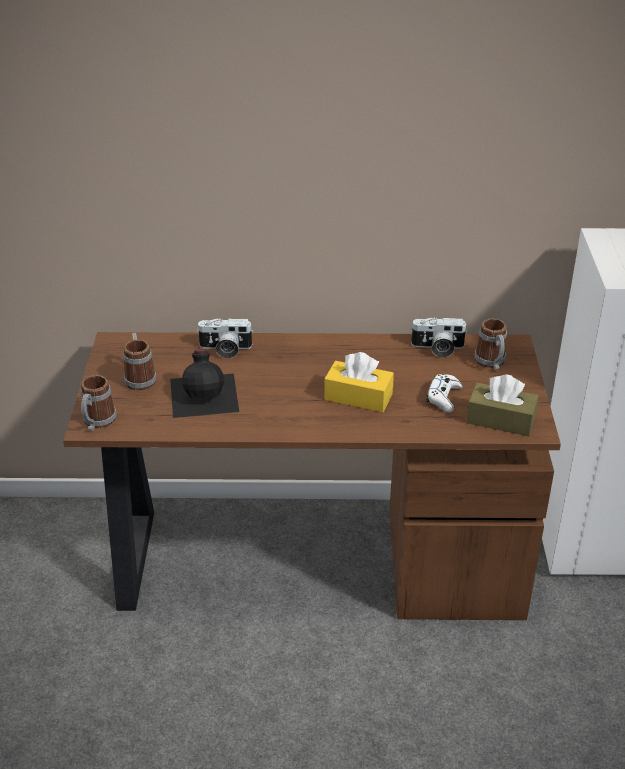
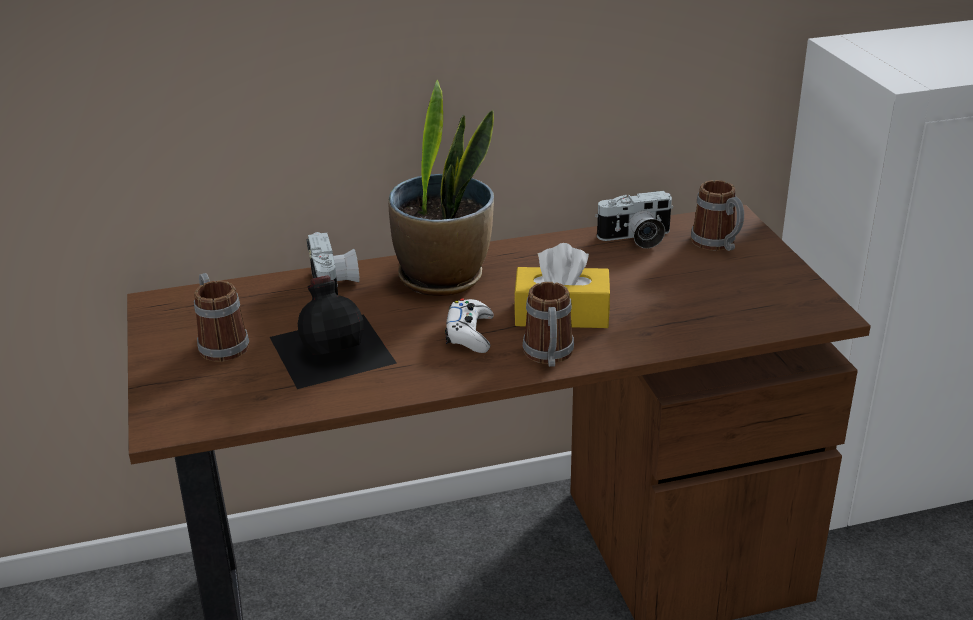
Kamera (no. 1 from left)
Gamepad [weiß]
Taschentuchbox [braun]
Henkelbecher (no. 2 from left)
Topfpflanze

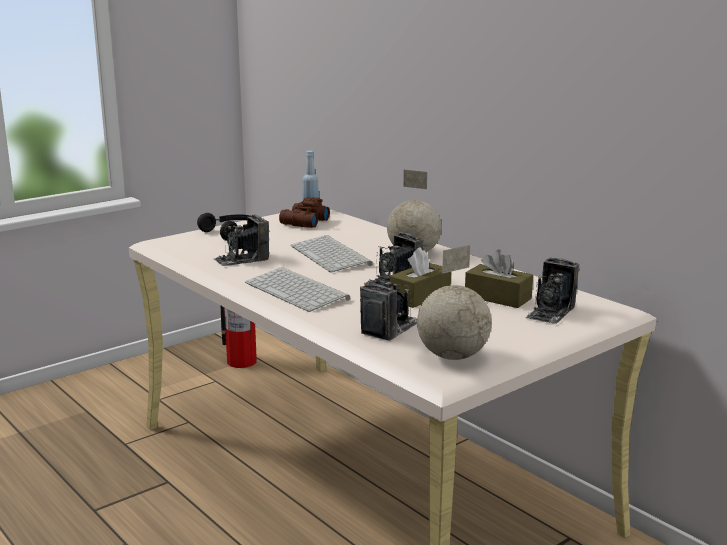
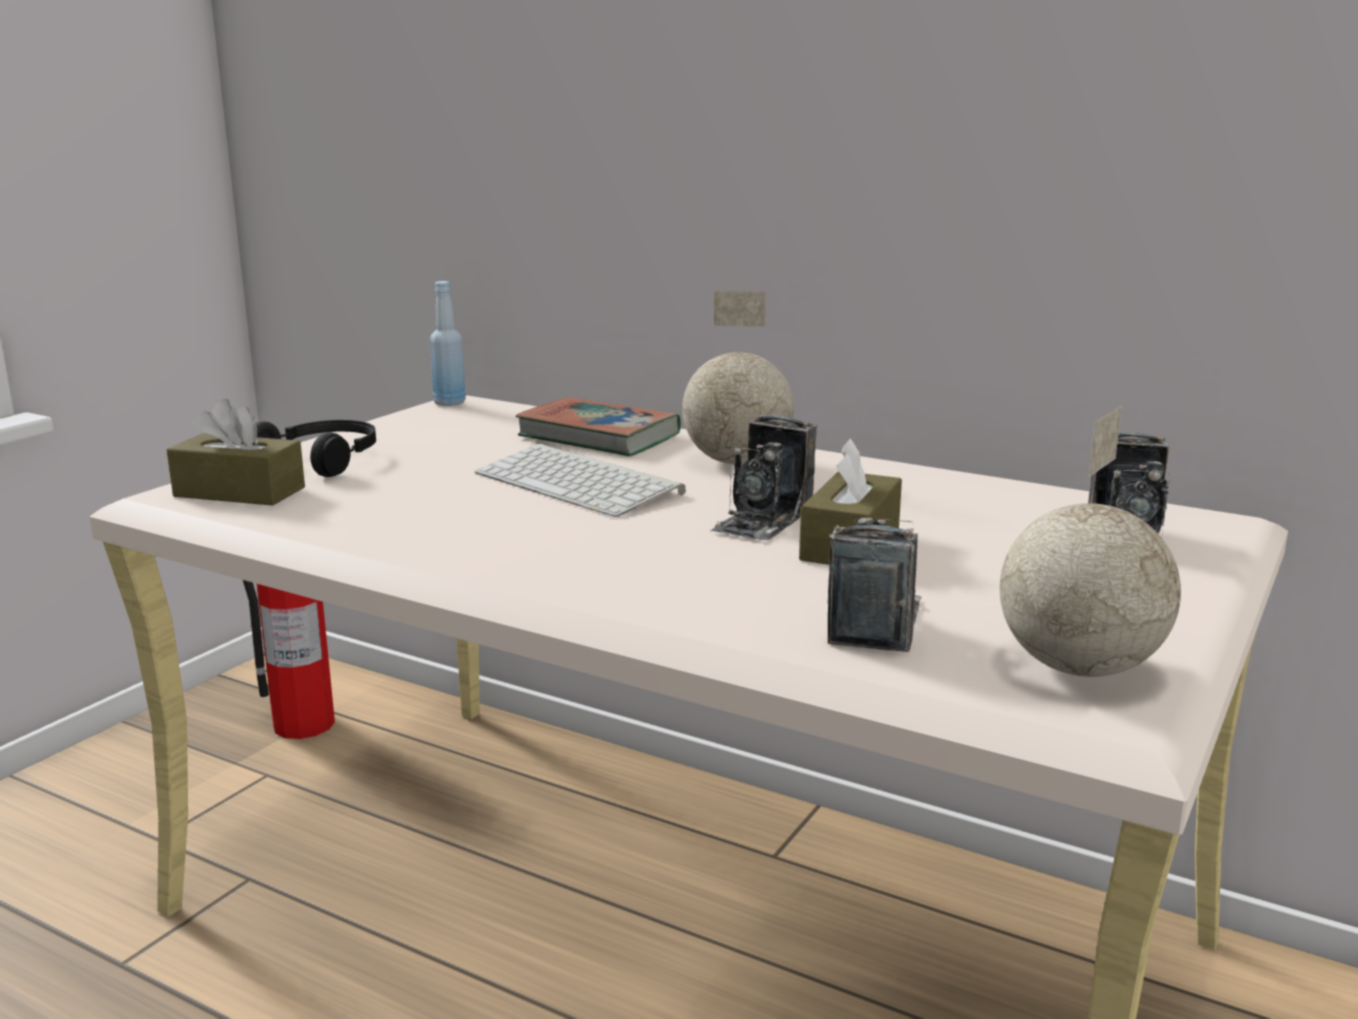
Fernglas [braun]
Kamera (no. 1 from left in the first image)
Taschentuchbox [braun] (no. 1 from left)
Tastatur (no. 1 from left in the first image)
Buch

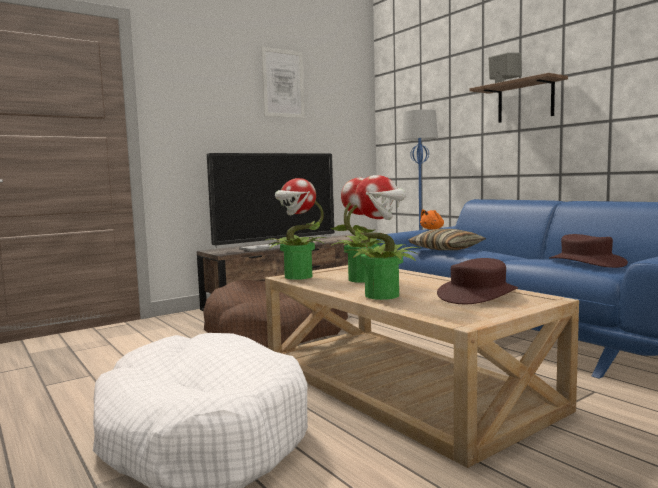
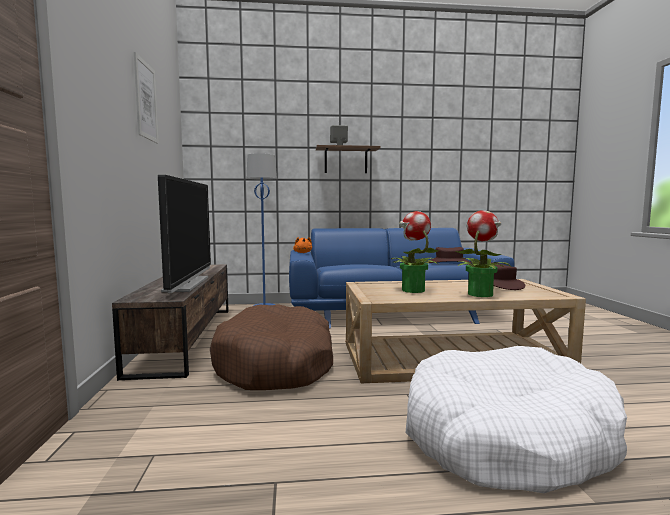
Topfpflanze (no. 1 from left in the first image)
Kissen

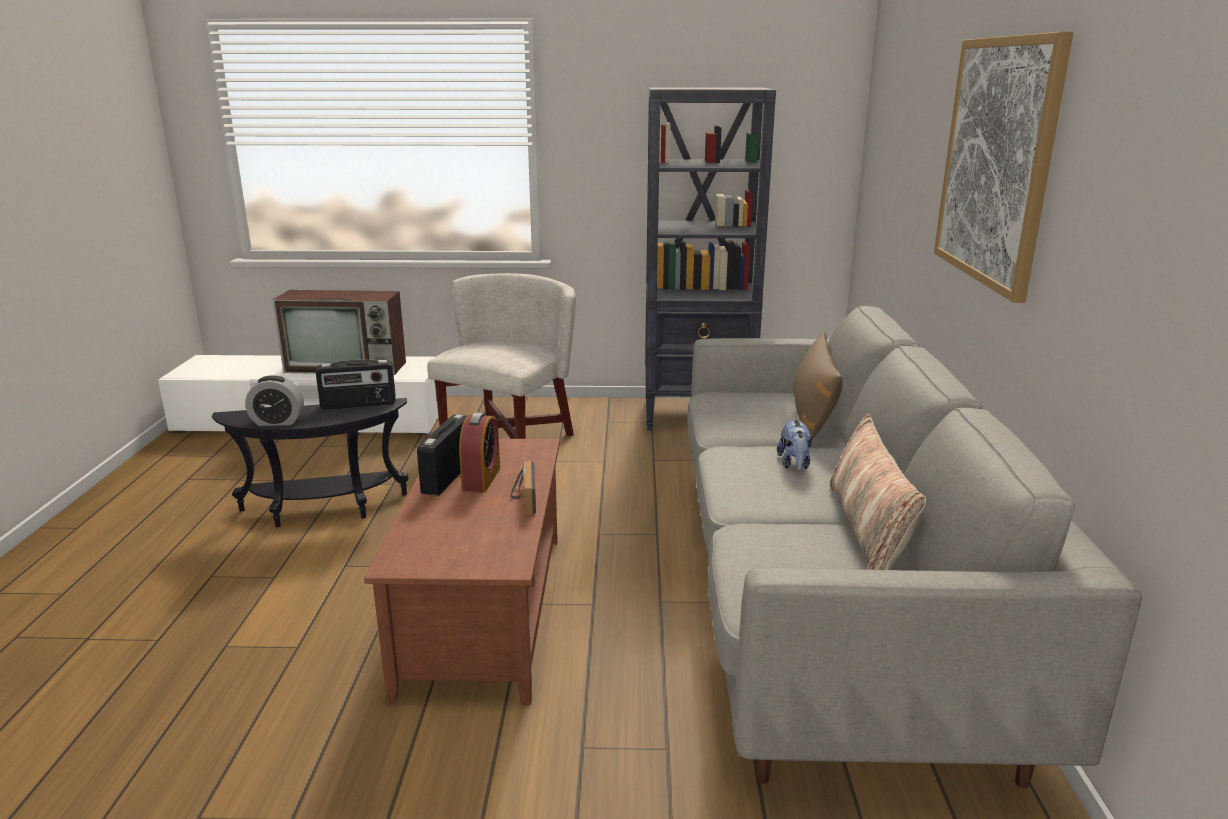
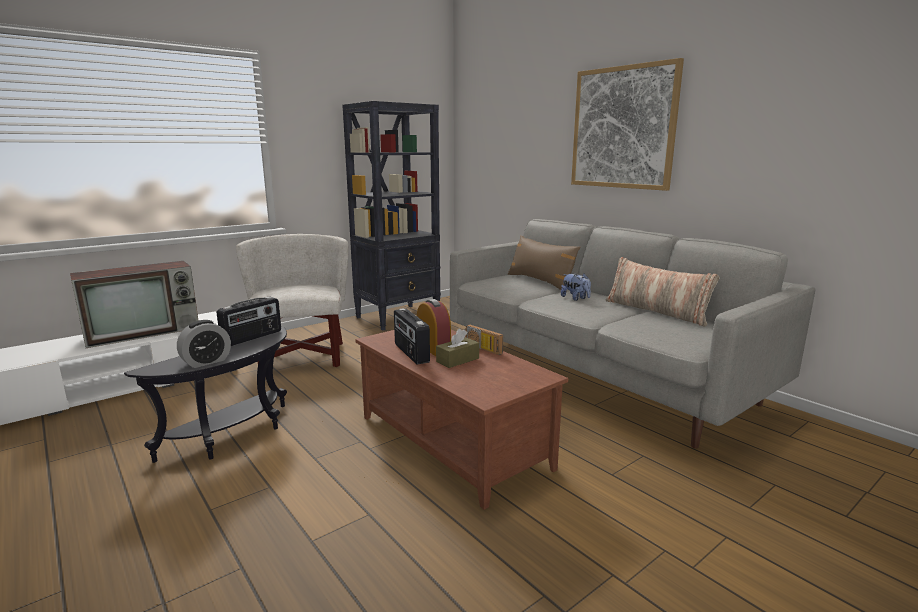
Taschentuchbox [braun]

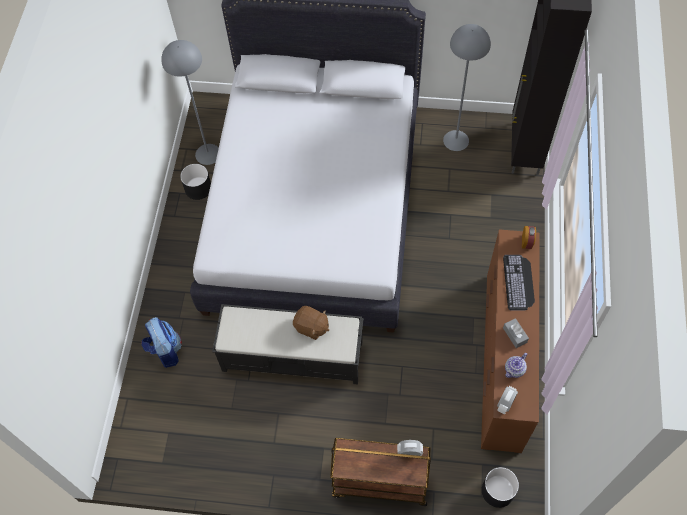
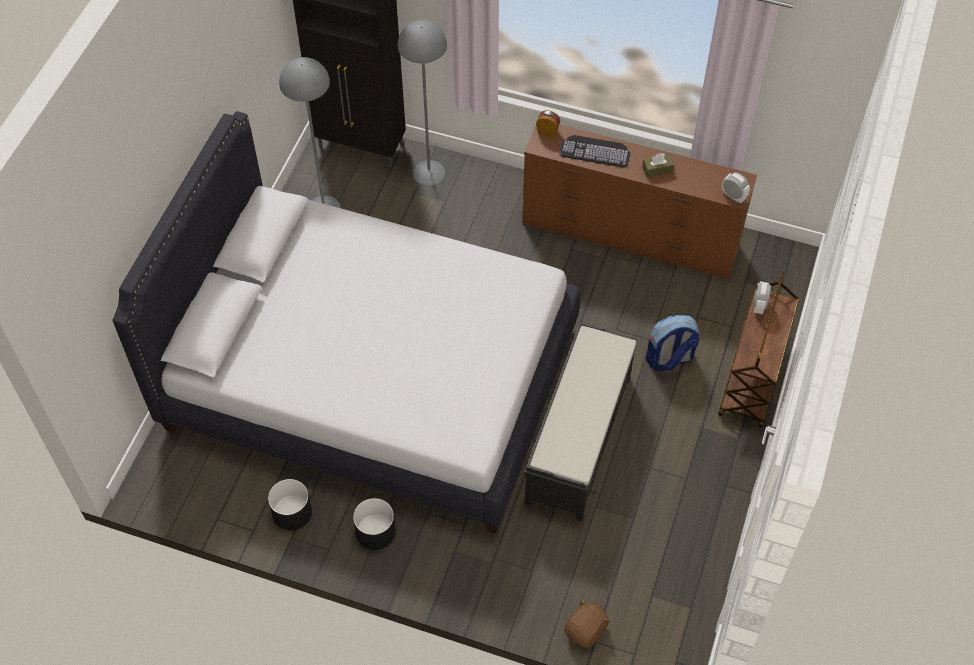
Stehlampe [grau] (no. 2 from left)
Plüschtier [braun]
Rucksack
Taschentuchbox [braun]
Teekanne
Pflanzkübel [schwarz] (no. 2 from left)

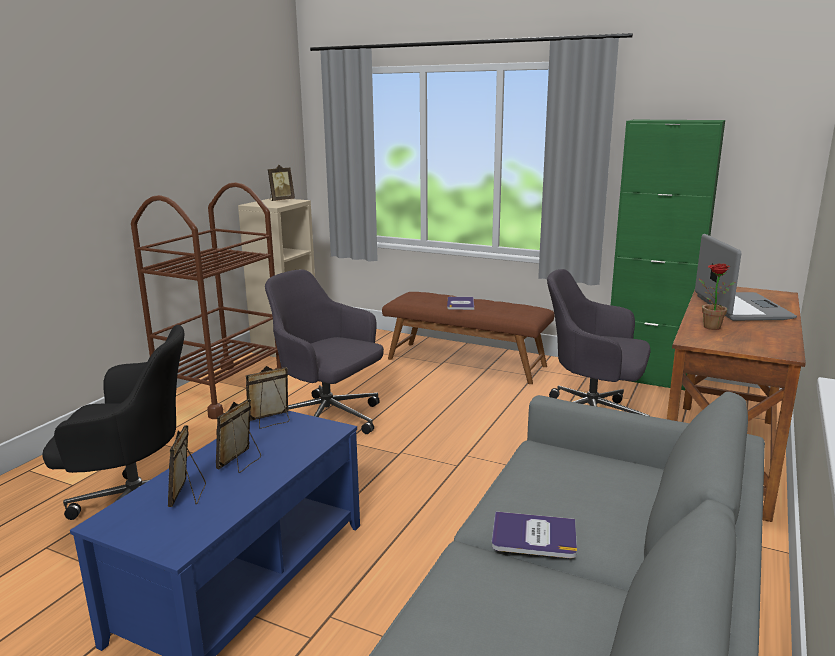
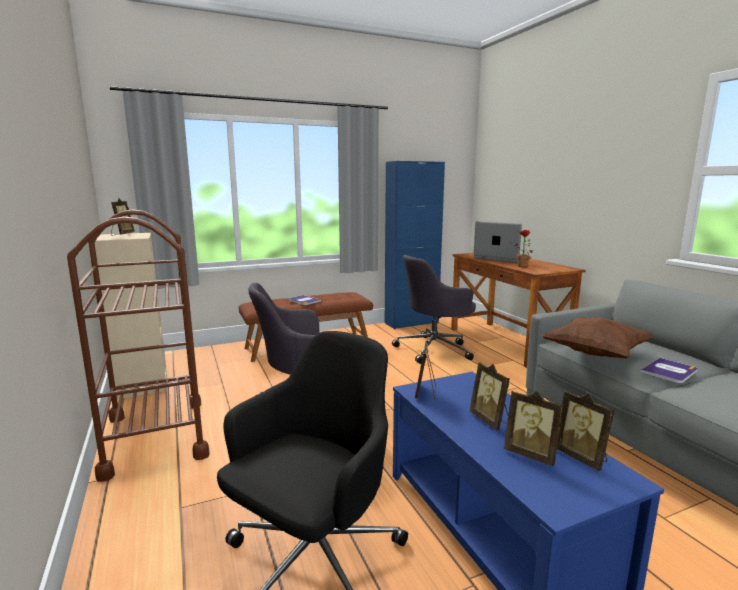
Schrank [blau]
Kissen [braun]
Bilderrahmen (no. 5 from left)

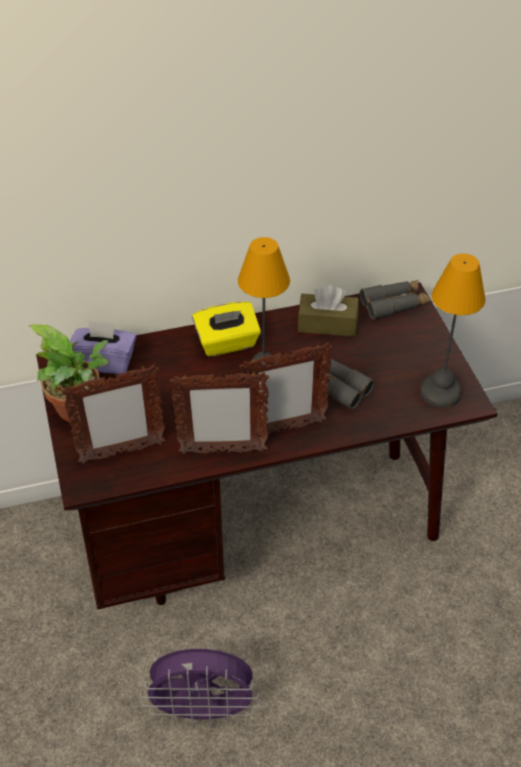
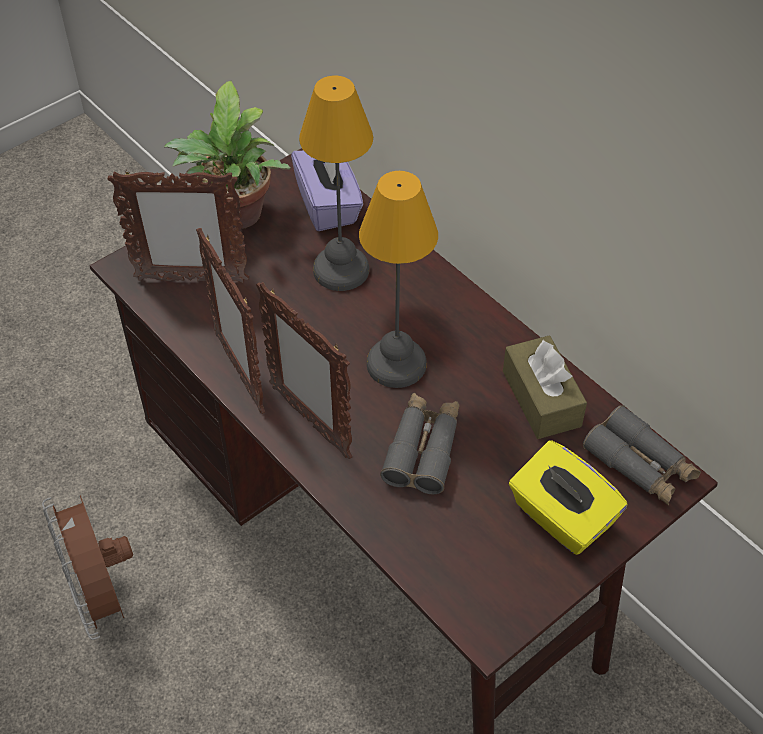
Tischlampe (no. 1 from left)
Taschentuchbox [gelb]
Bilderrahmen (no. 1 from left)
Ventilator [braun]

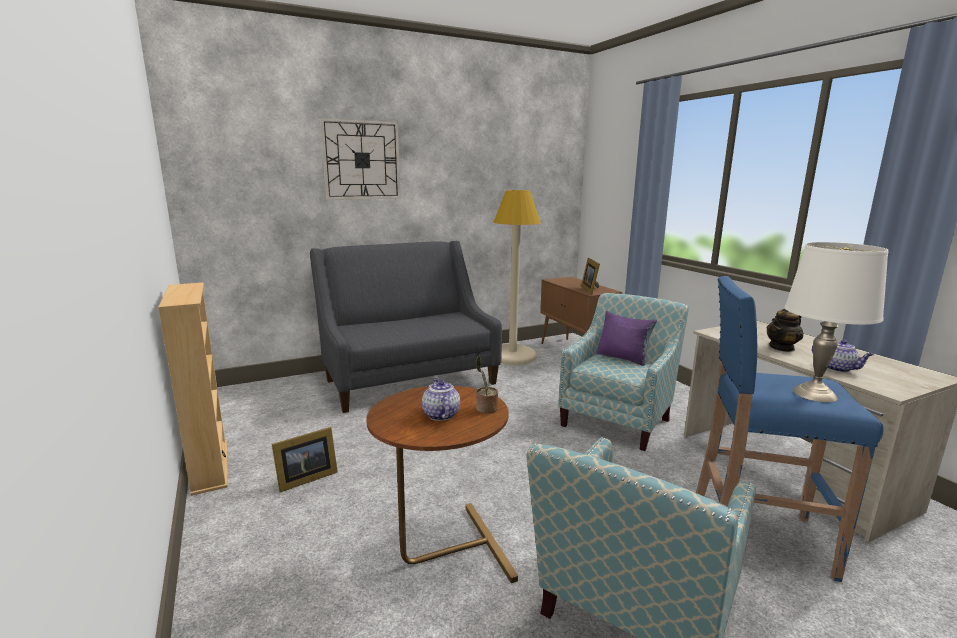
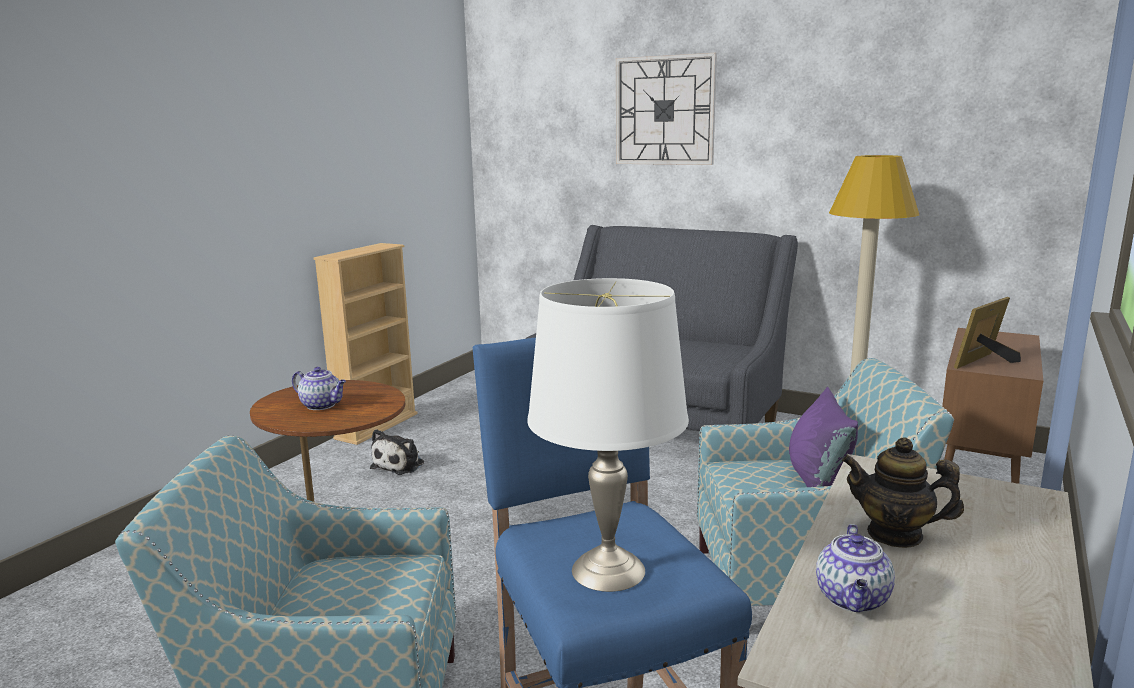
Topfpflanze
Teekanne (no. 1 from left)
Plüschtier

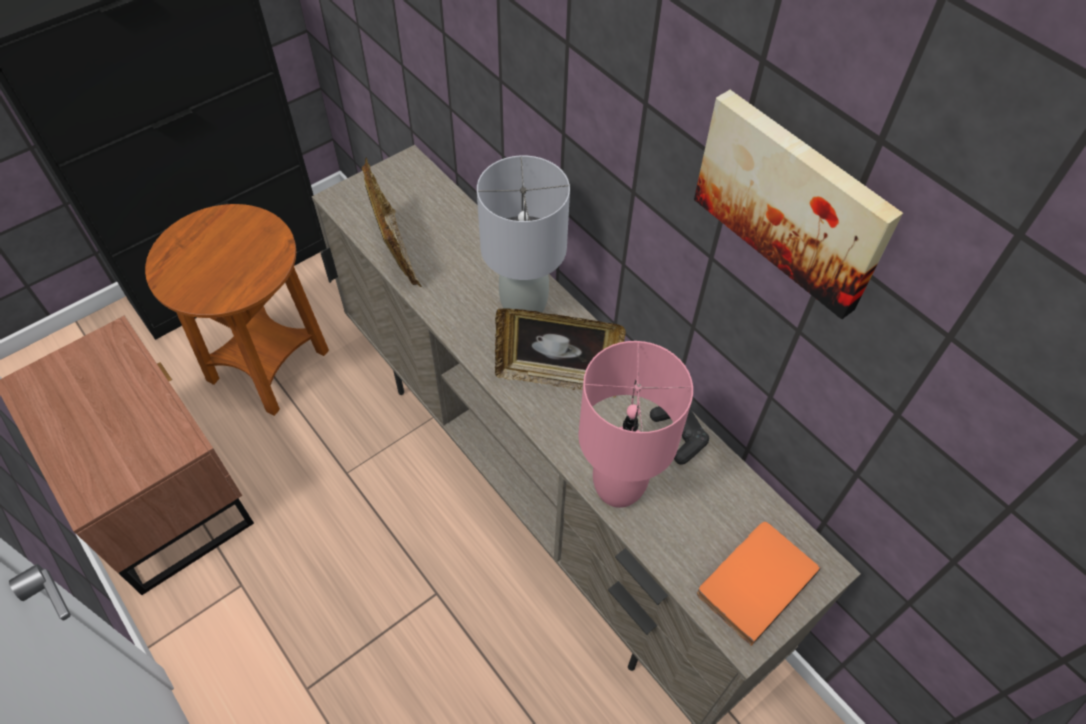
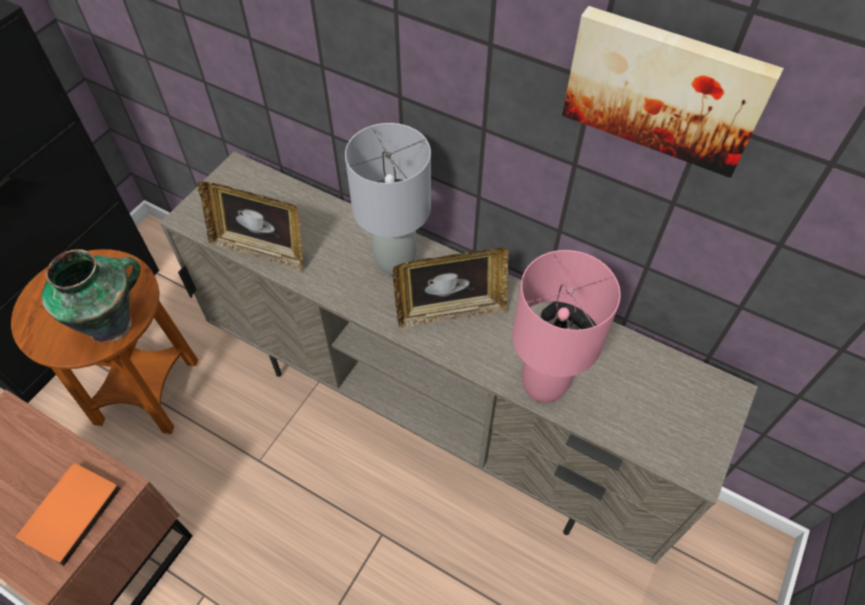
Bilderrahmen (no. 1 from left)
Buch [orange]
Vase

